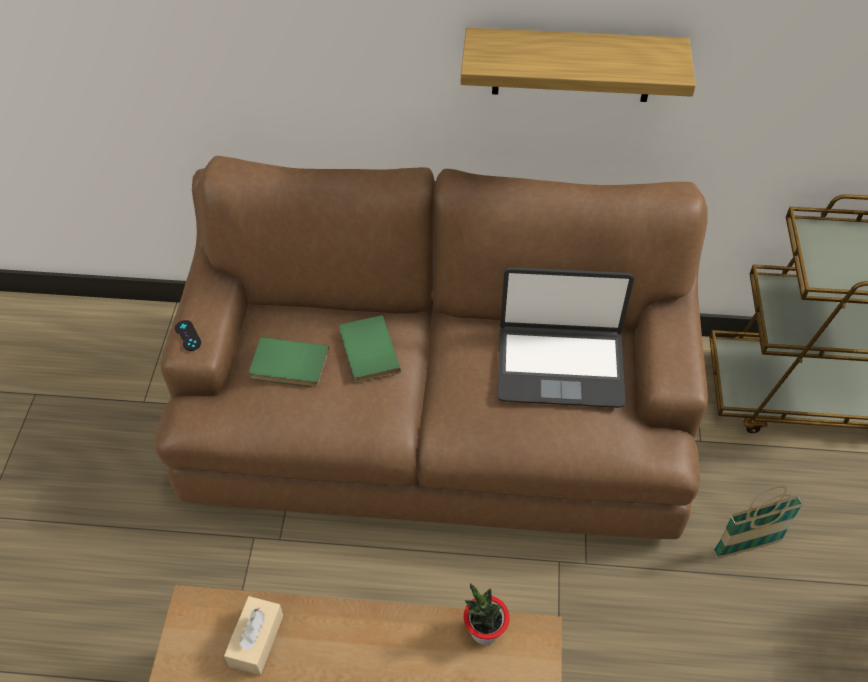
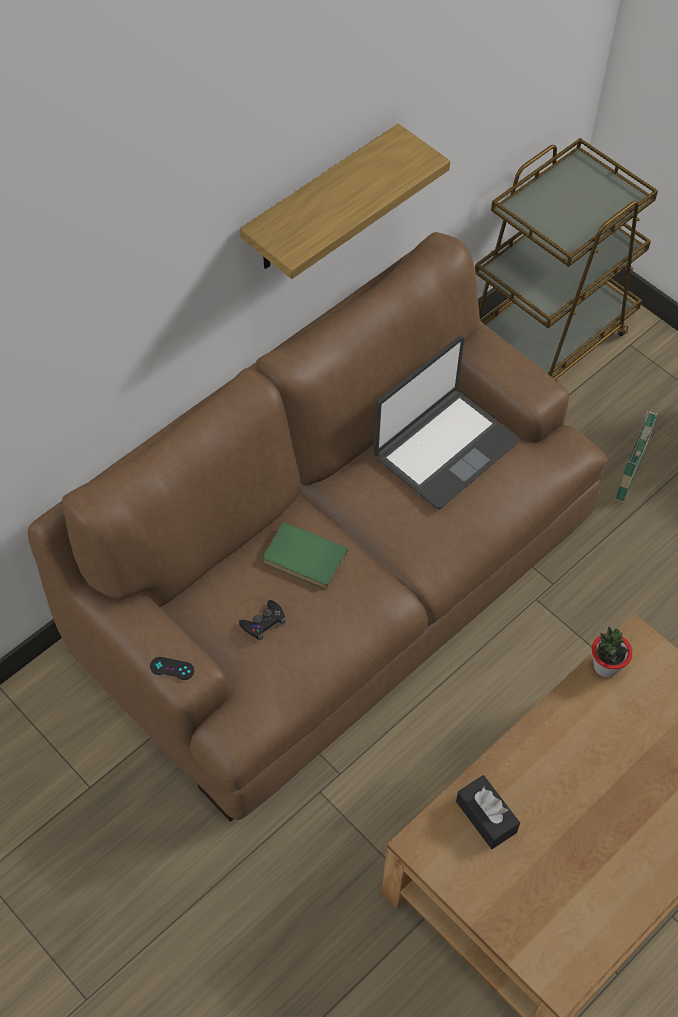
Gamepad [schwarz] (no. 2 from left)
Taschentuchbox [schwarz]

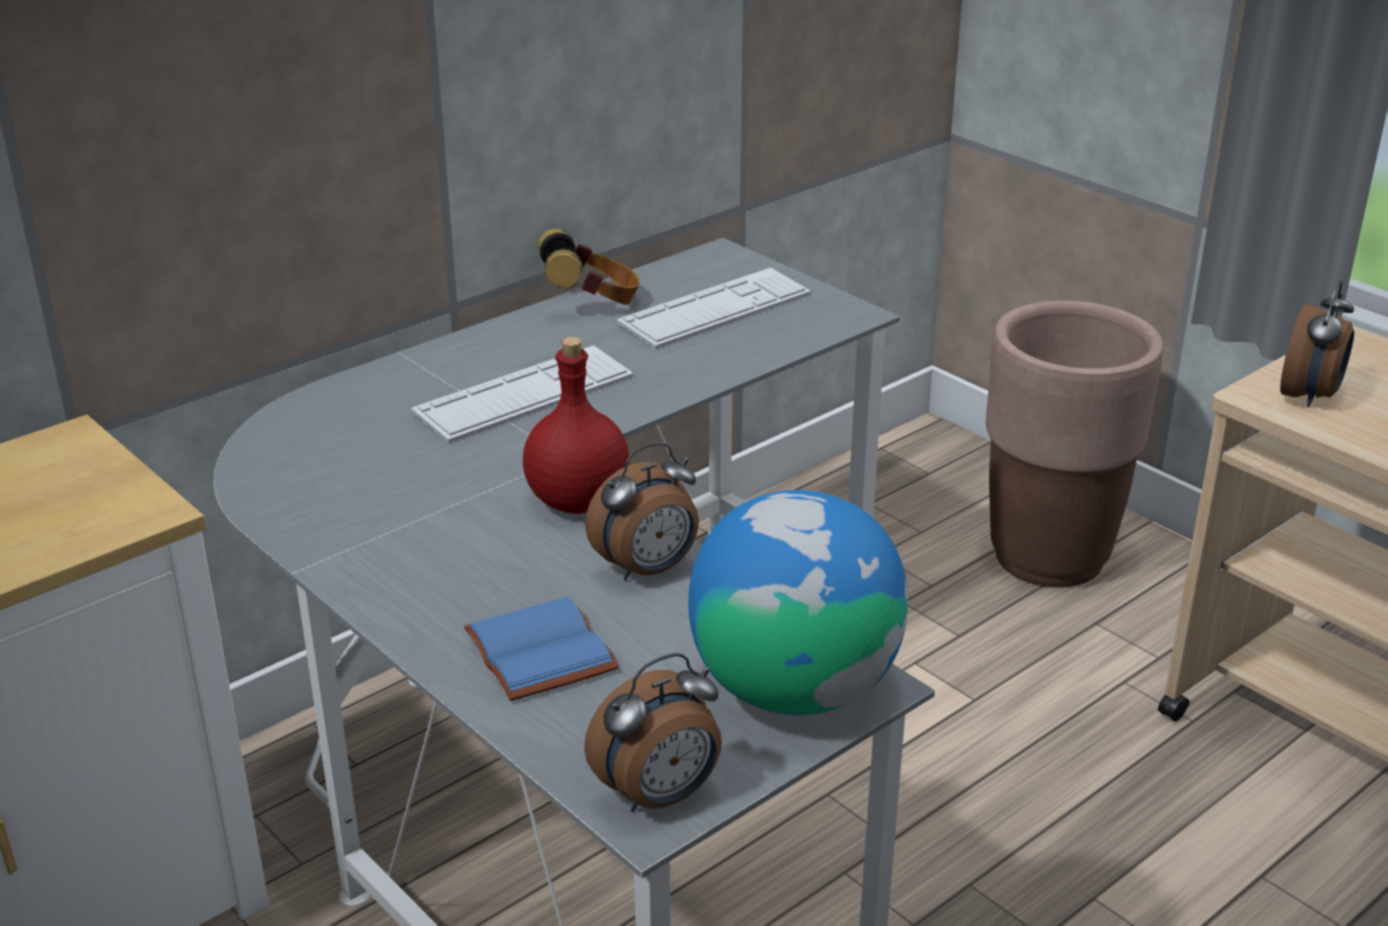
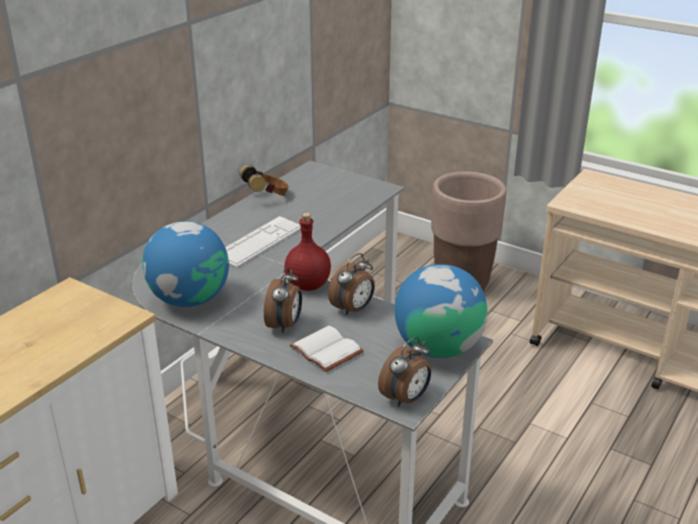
Tastatur (no. 2 from left in the first image)
Wecker (no. 1 from left)
Buch [weiß]
Globus (no. 1 from left)

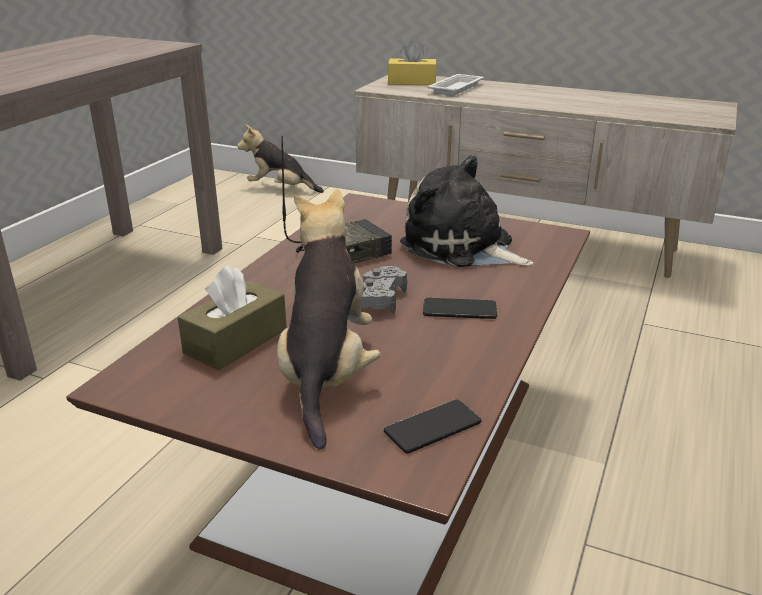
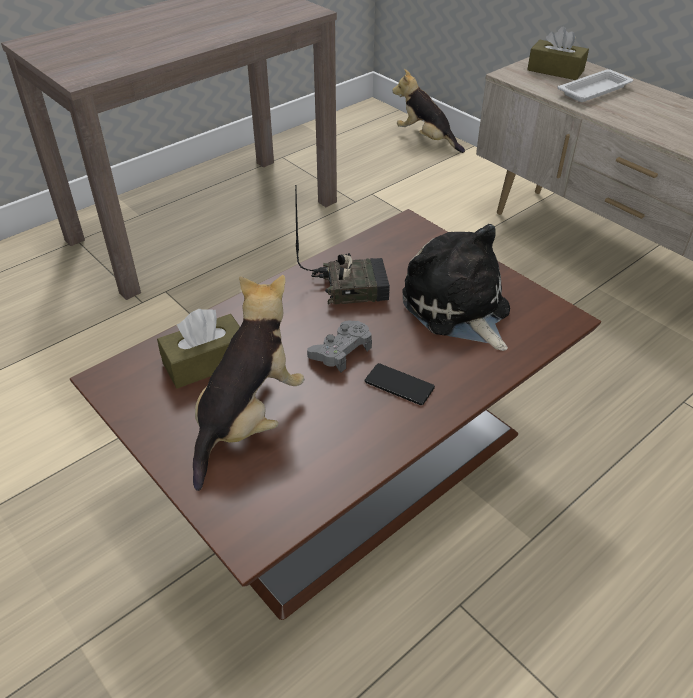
Taschentuchbox [braun] (no. 2 from left)
Handy (no. 1 from left in the first image)

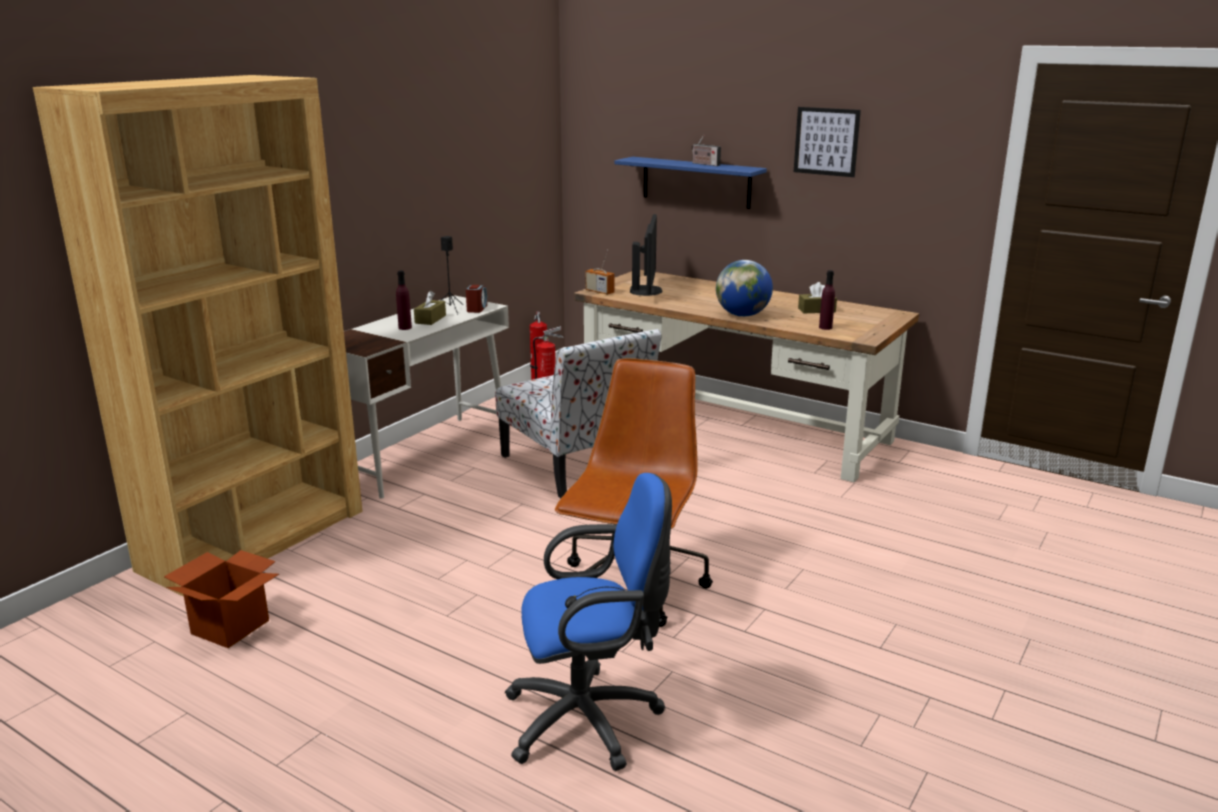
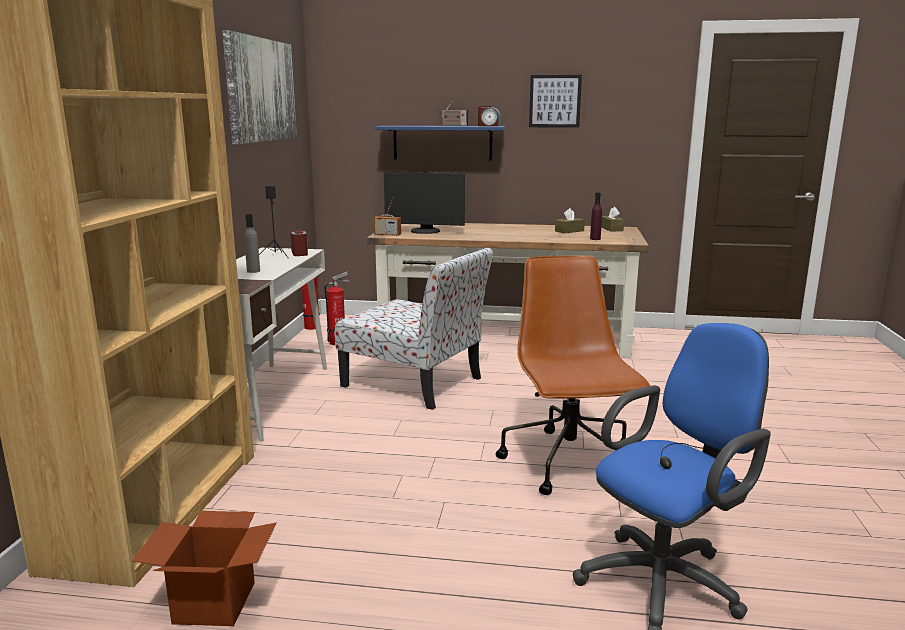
Monitor
Globus
Flasche [grau]
Taschentuchbox [braun] (no. 2 from left)
Bild (no. 1 from left)
Wecker (no. 2 from left)

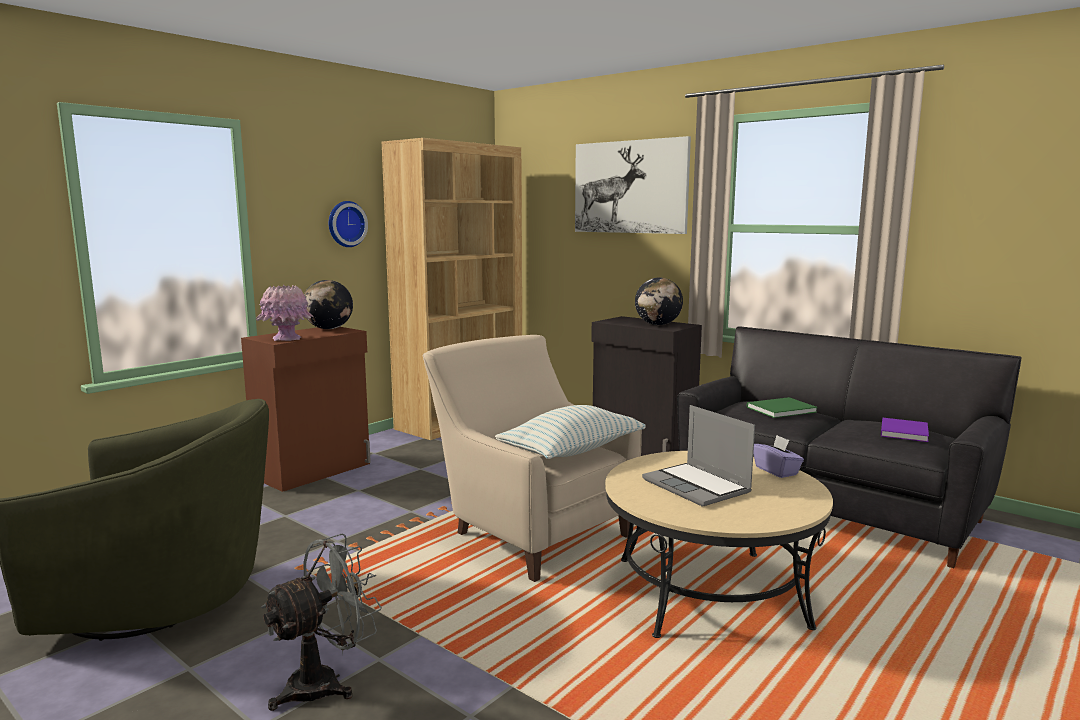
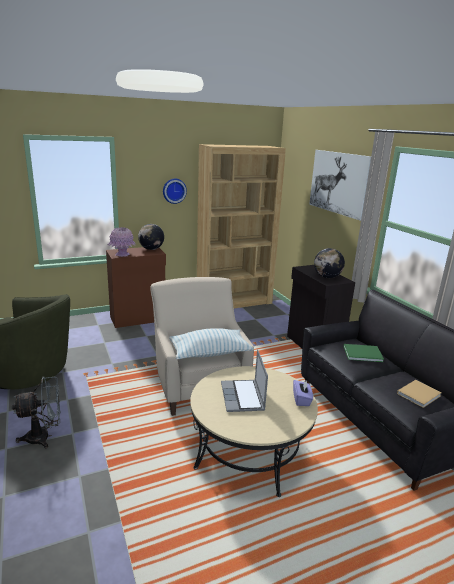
Buch [beige]

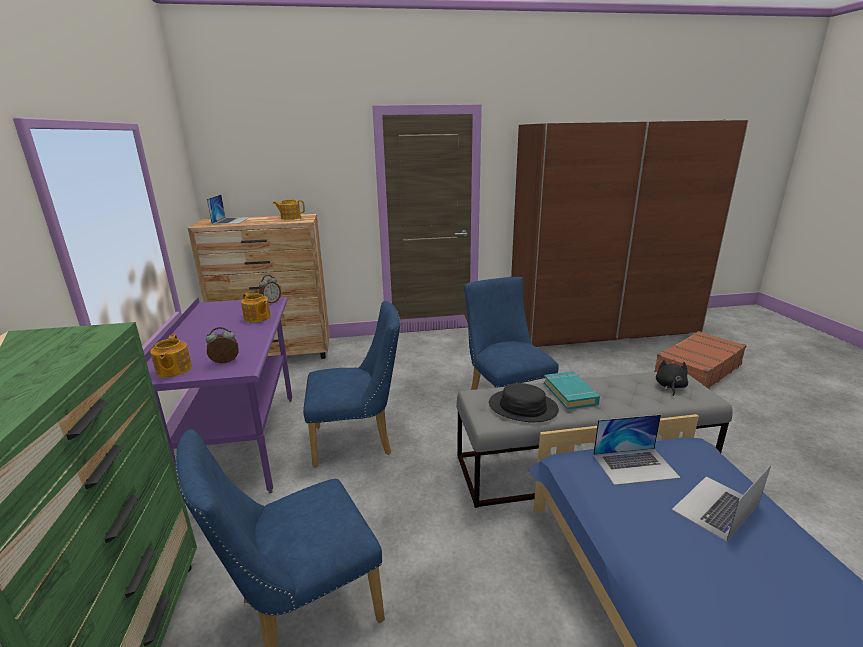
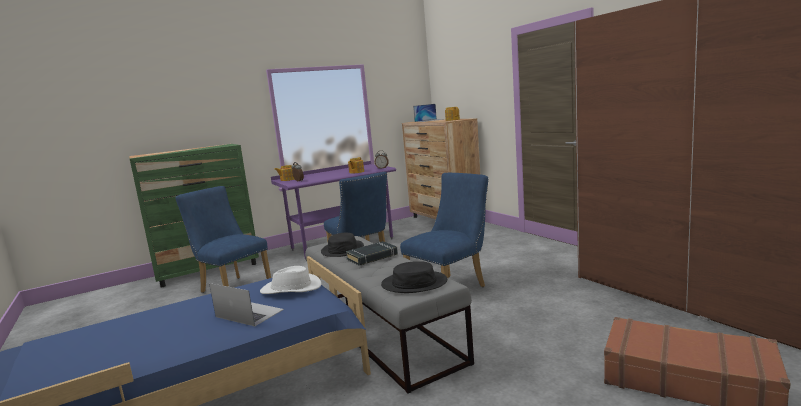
Hut [schwarz] (no. 2 from left)
Buch [schwarz]
Hut [weiß]

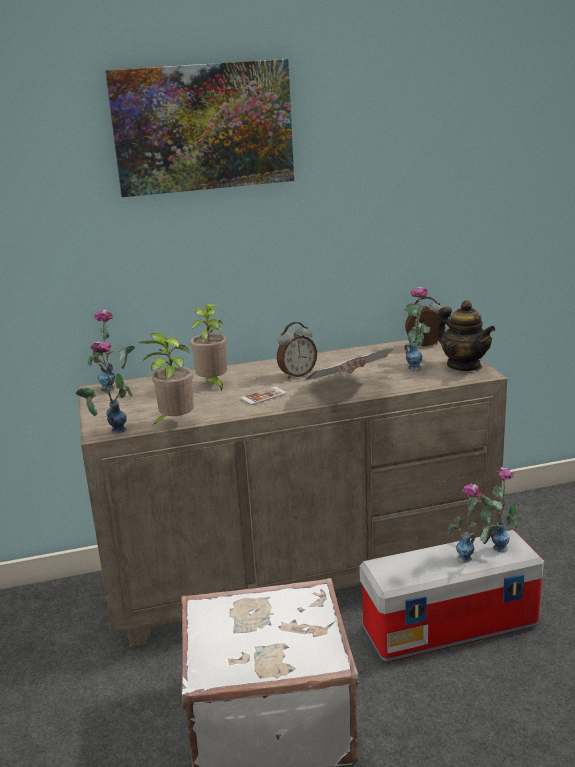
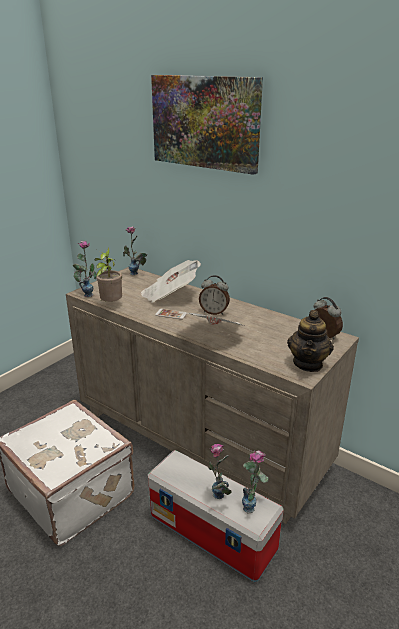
Vase (no. 3 from left in the first image)
Zeitung (no. 1 from left)

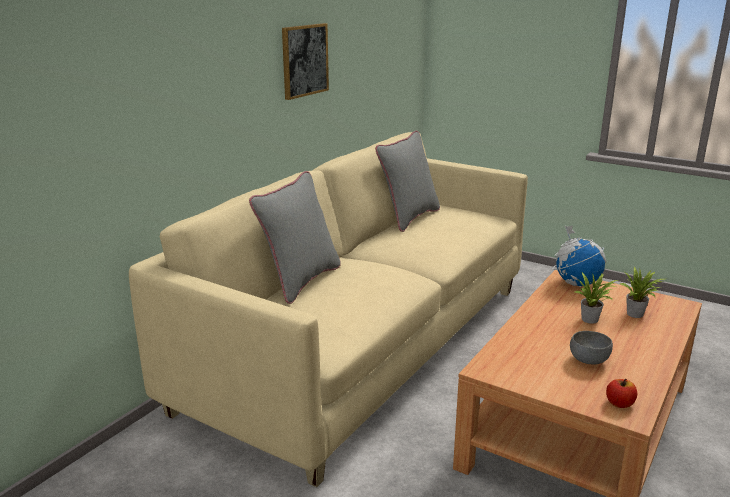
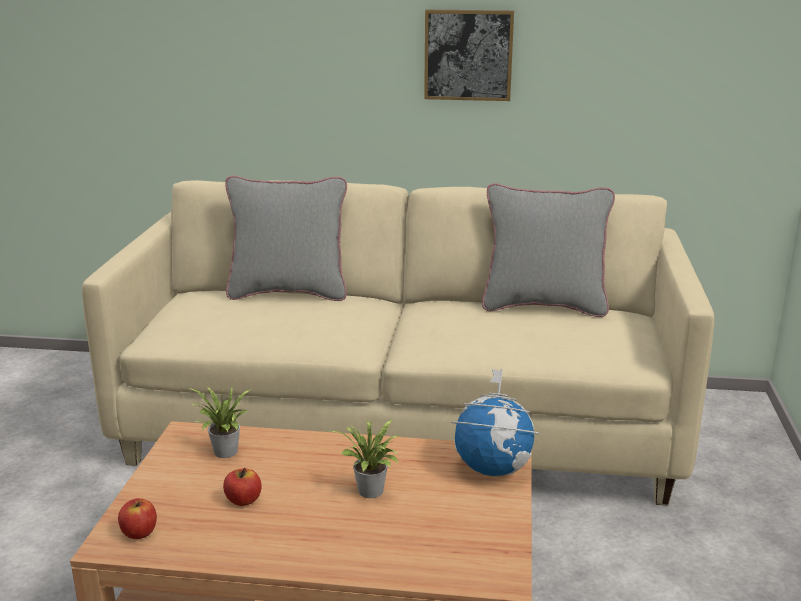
Topfpflanze (no. 1 from left)
Apfel (no. 2 from left)

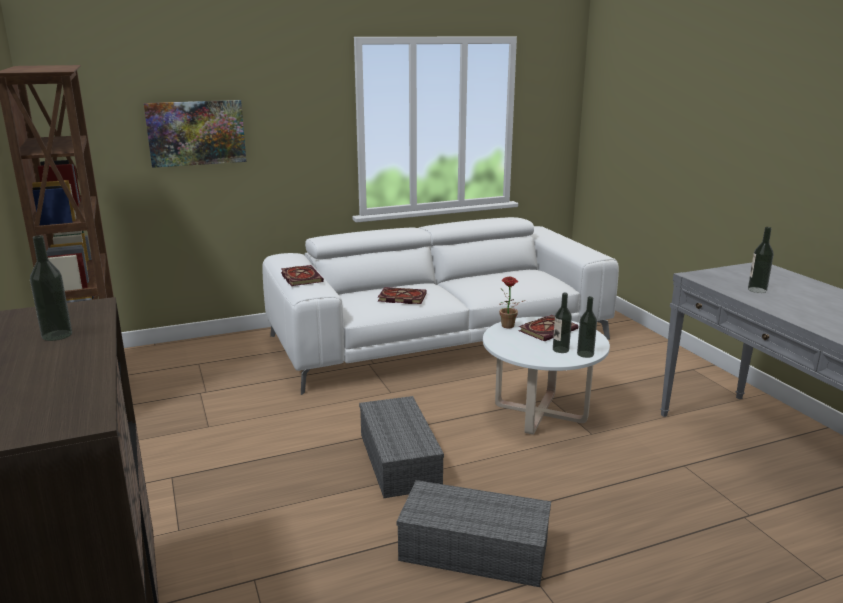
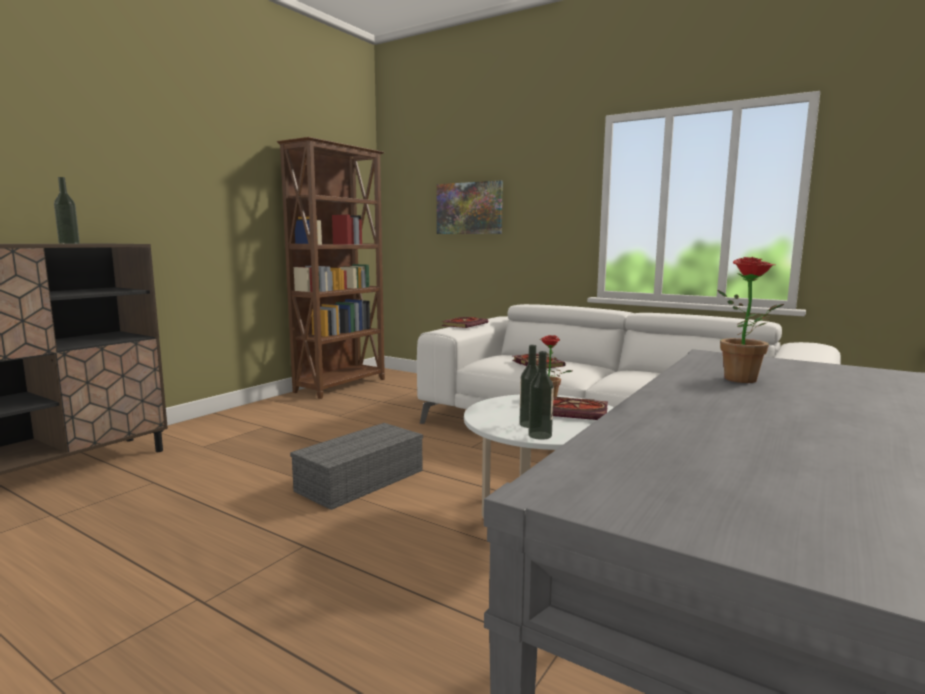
Topfpflanze (no. 2 from left)
Aufbewahrungsbox [grau] (no. 2 from left in the first image)

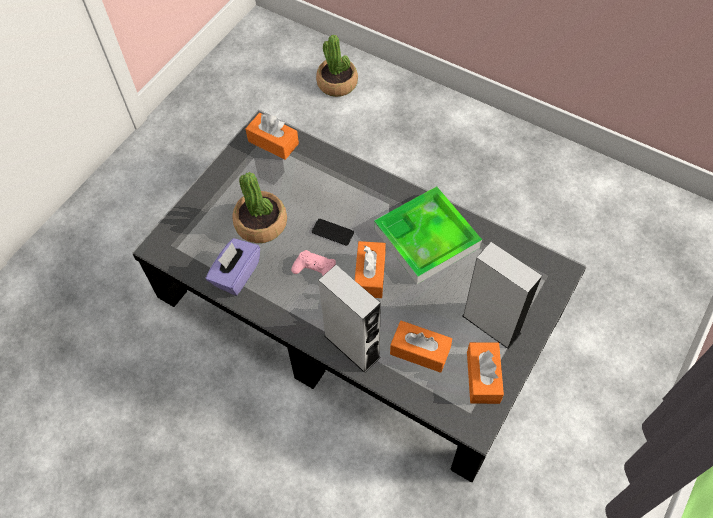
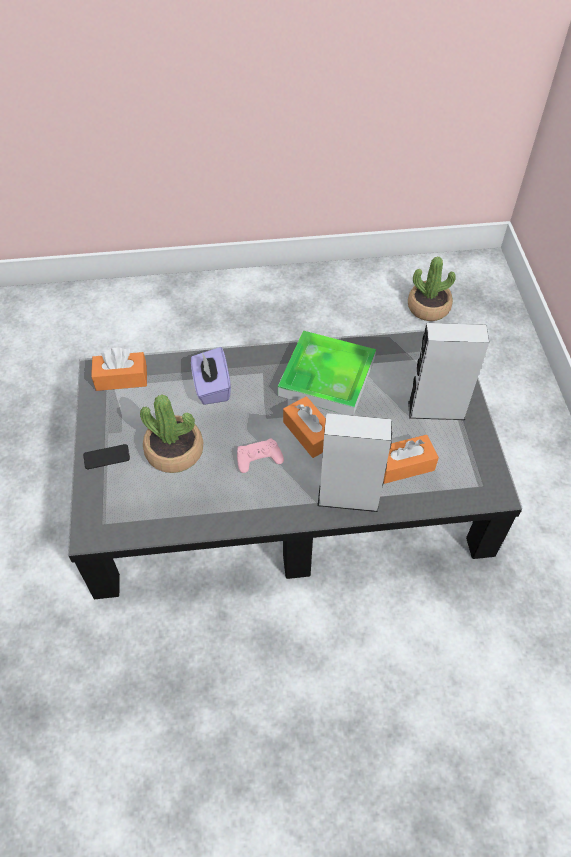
Topfpflanze (no. 2 from left)
Handy
Taschentuchbox [lila]
Taschentuchbox [orange] (no. 4 from left in the first image)

